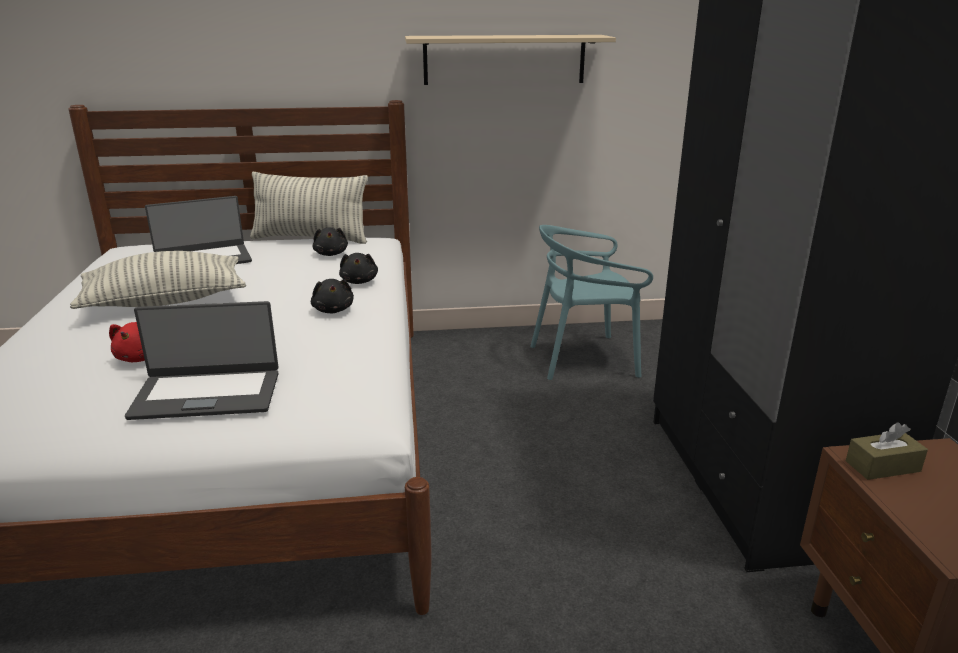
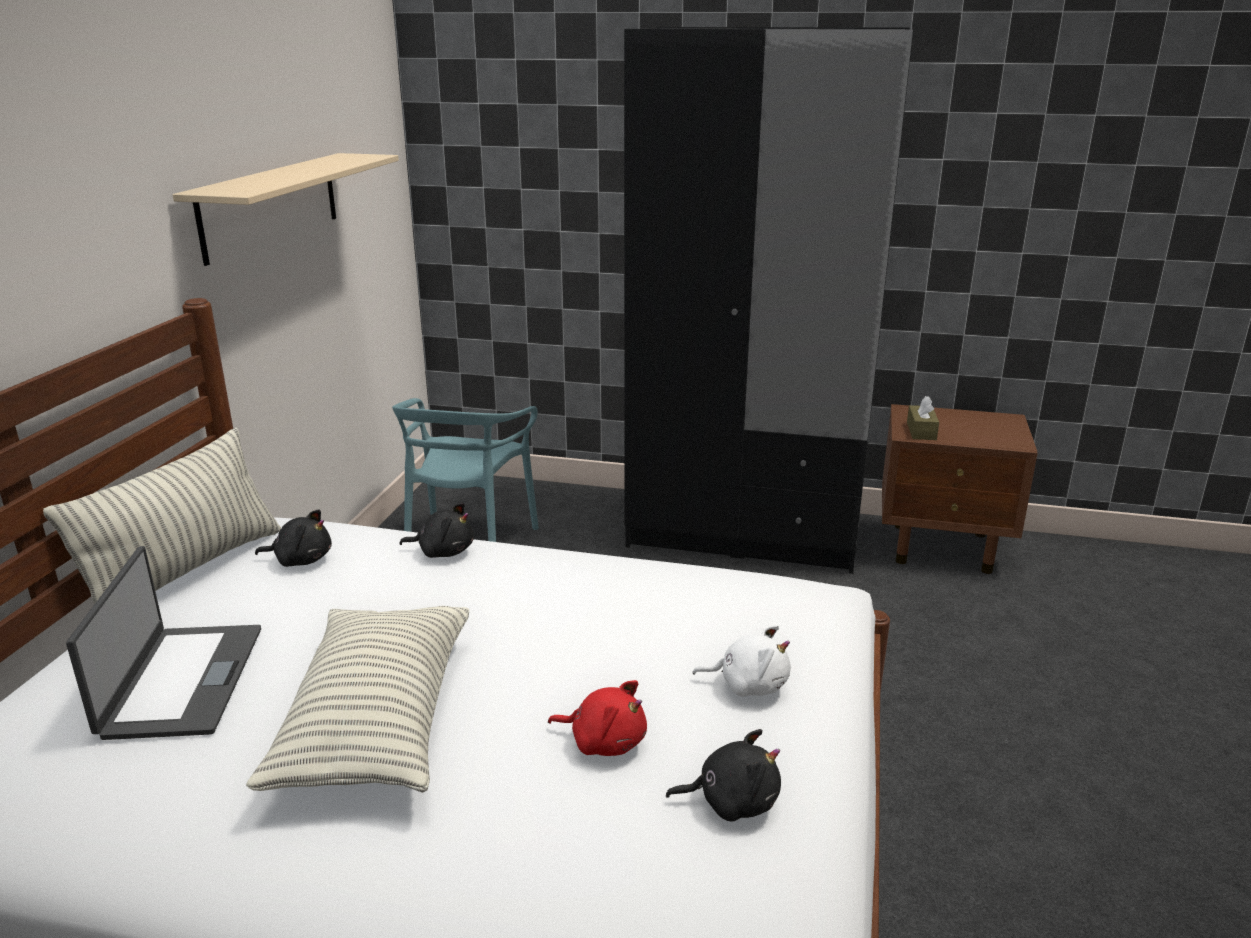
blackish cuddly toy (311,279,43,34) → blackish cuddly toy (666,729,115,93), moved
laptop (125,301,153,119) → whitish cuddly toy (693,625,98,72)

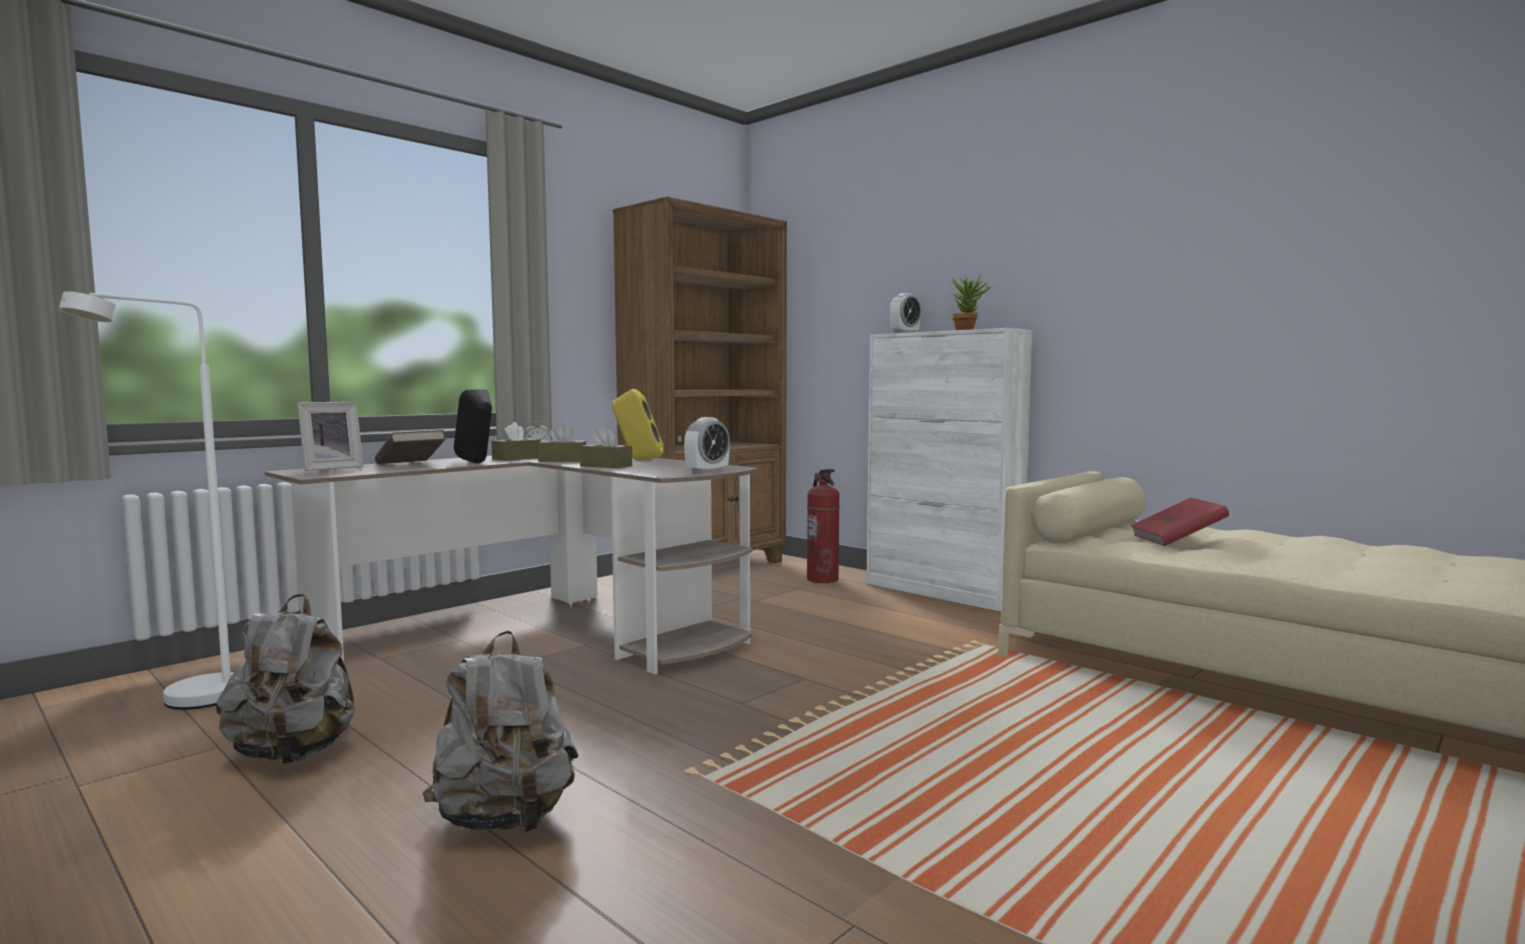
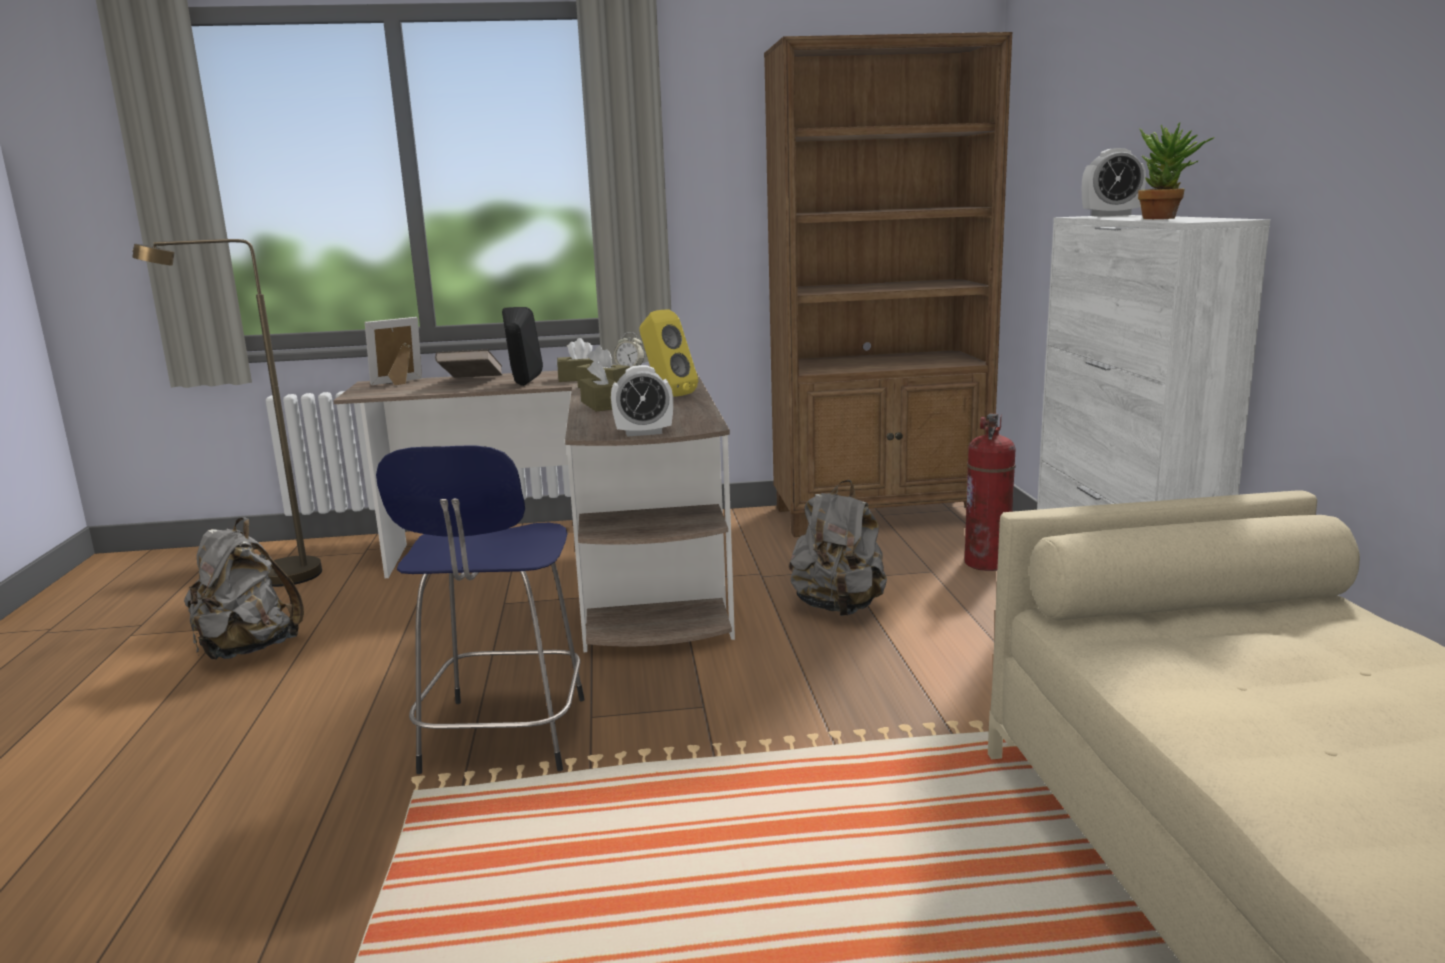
whitish floor lamp (59,291,175,419) → brownish floor lamp (132,239,190,348)
picture frame (297,402,67,69) → picture frame (365,317,57,68), 150 degrees clockwise
red volume (1131,497,98,49) → -
gray knapsack (422,630,156,202) → gray knapsack (789,480,98,136), moved
- → blue stool seat (376,445,209,329)

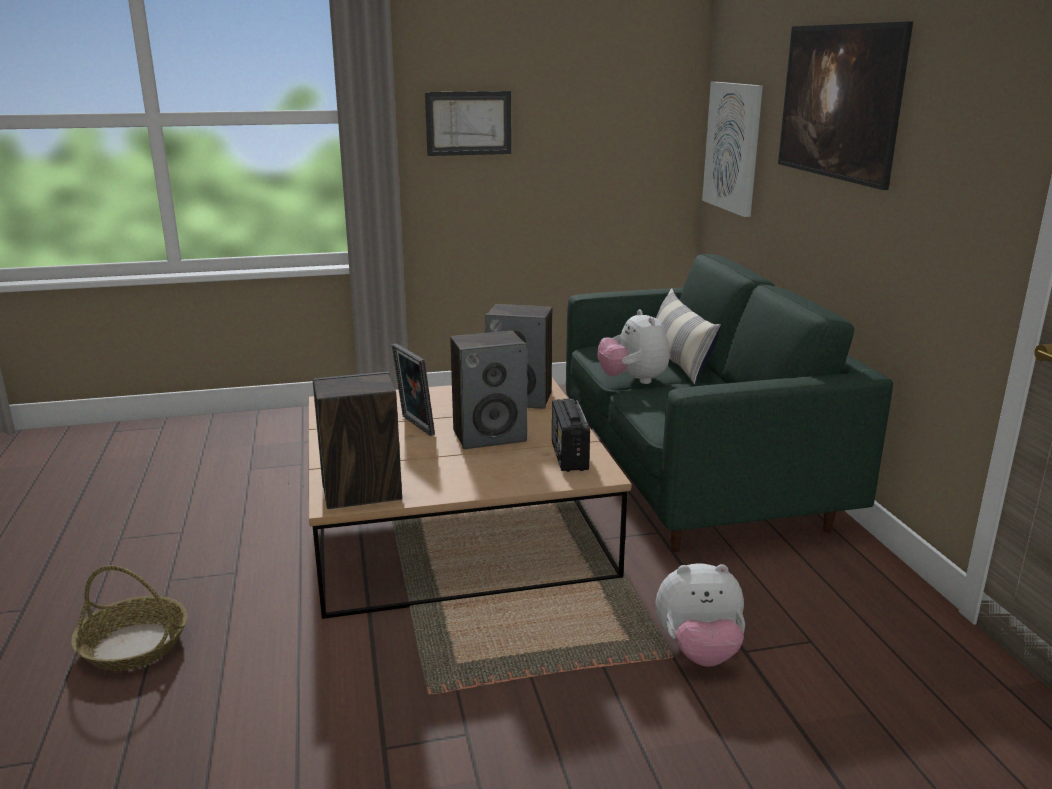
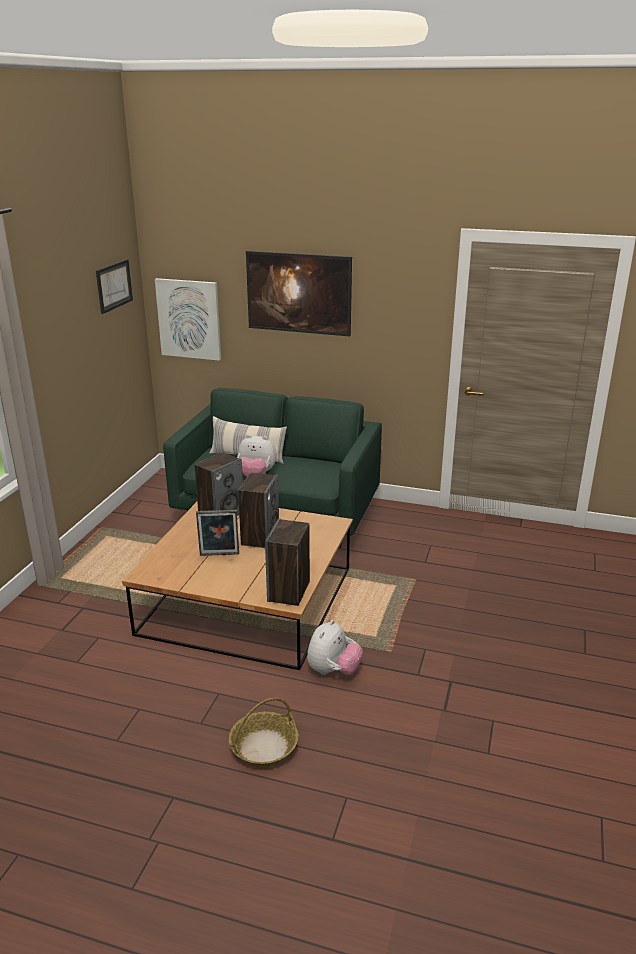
wall art (425,91,86,65) → wall art (96,259,37,55), moved
radio receiver (552,398,38,74) → -
cuddly toy (656,563,89,104) → cuddly toy (307,620,56,55), moved

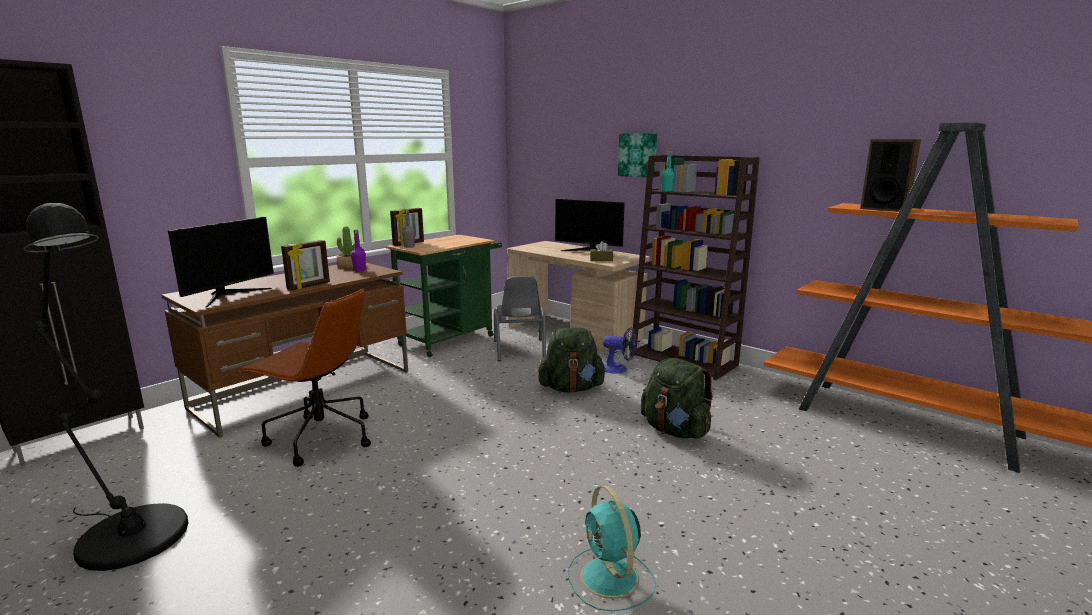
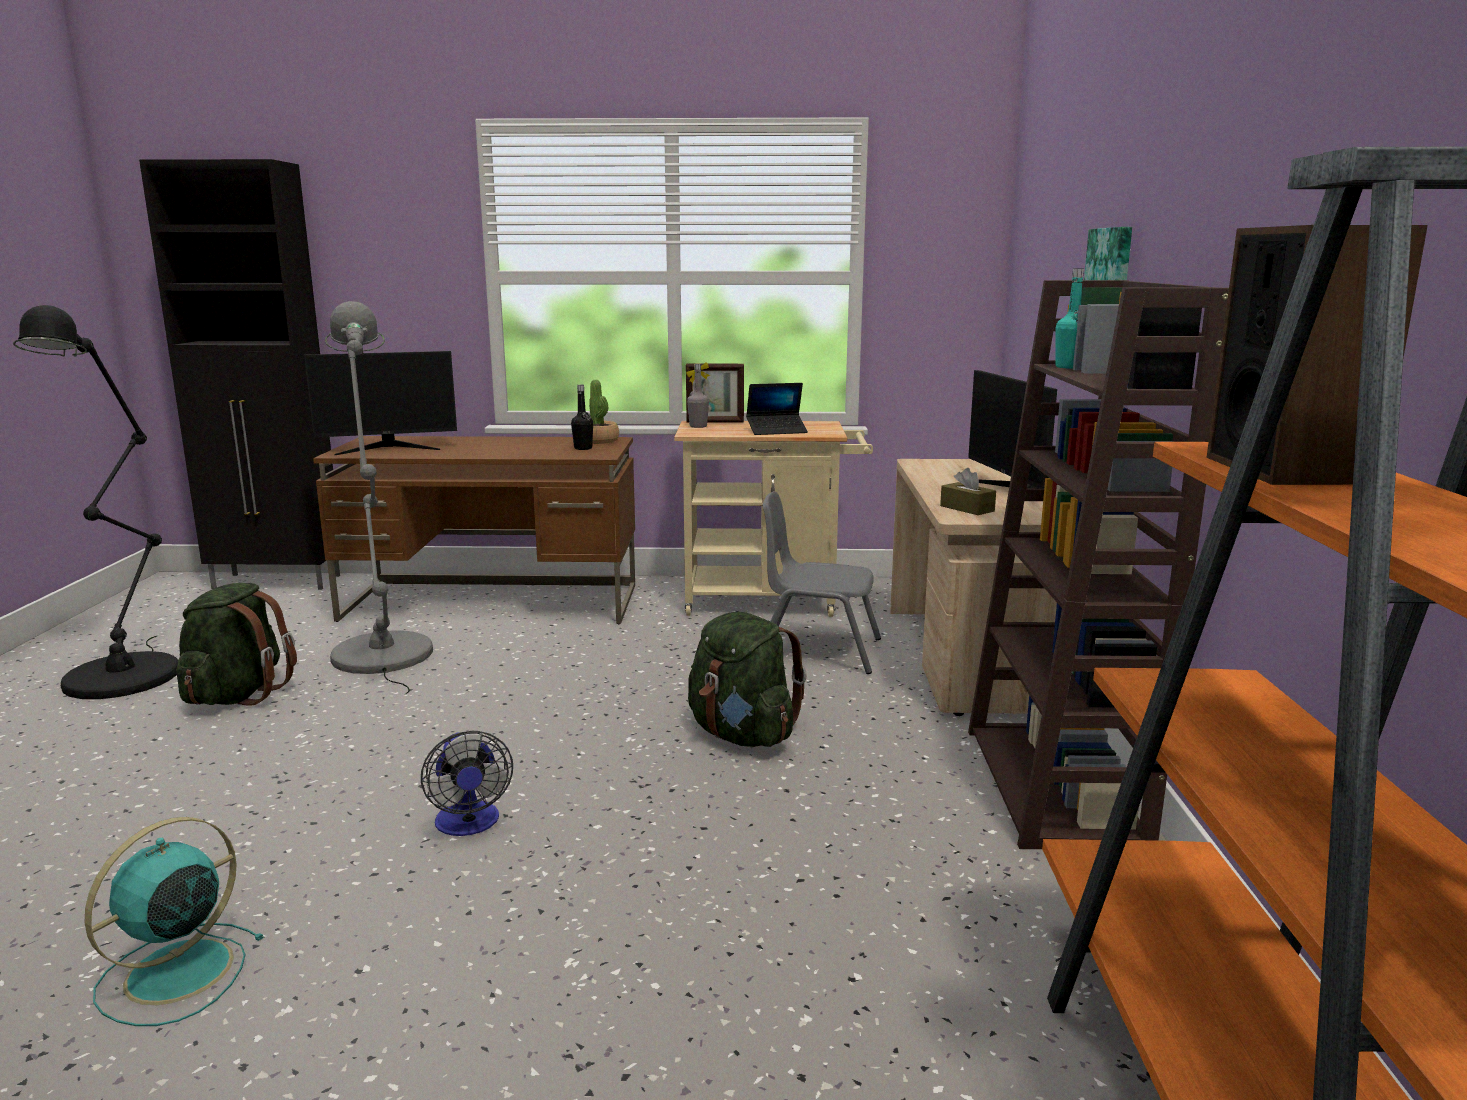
purple beverage bottle (351,230,15,42) → blackish beverage bottle (571,385,22,65)
green-coloured cart (386,235,116,122) → sand-coloured cart (674,421,199,196)
picture frame (281,240,49,50) → -
gray plain chair (494,276,52,85) → gray plain chair (763,491,118,183), 60 degrees clockwise
brownish office chair (238,288,133,179) → gray floor lamp (325,301,108,394)
cooling fan (603,327,33,47) → cooling fan (421,731,92,105), moved
green-coloured knapsack (640,358,73,81) → green-coloured knapsack (176,583,121,123), moved
- → laptop (746,383,62,52)

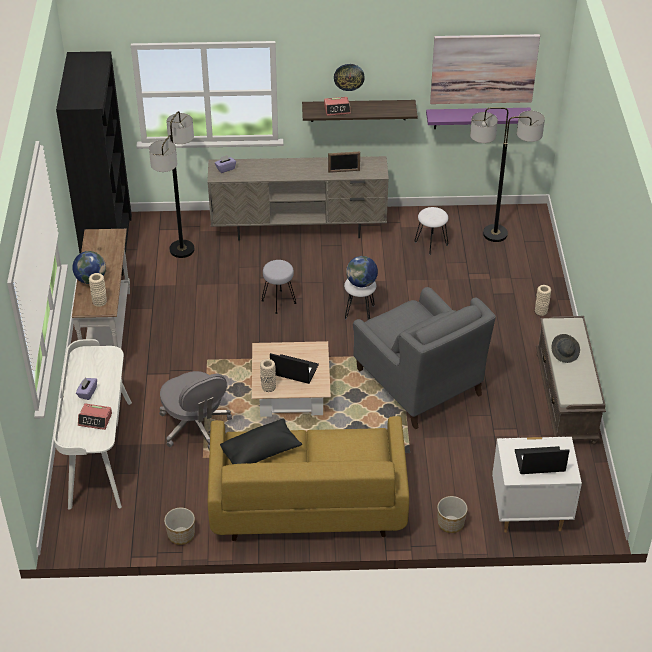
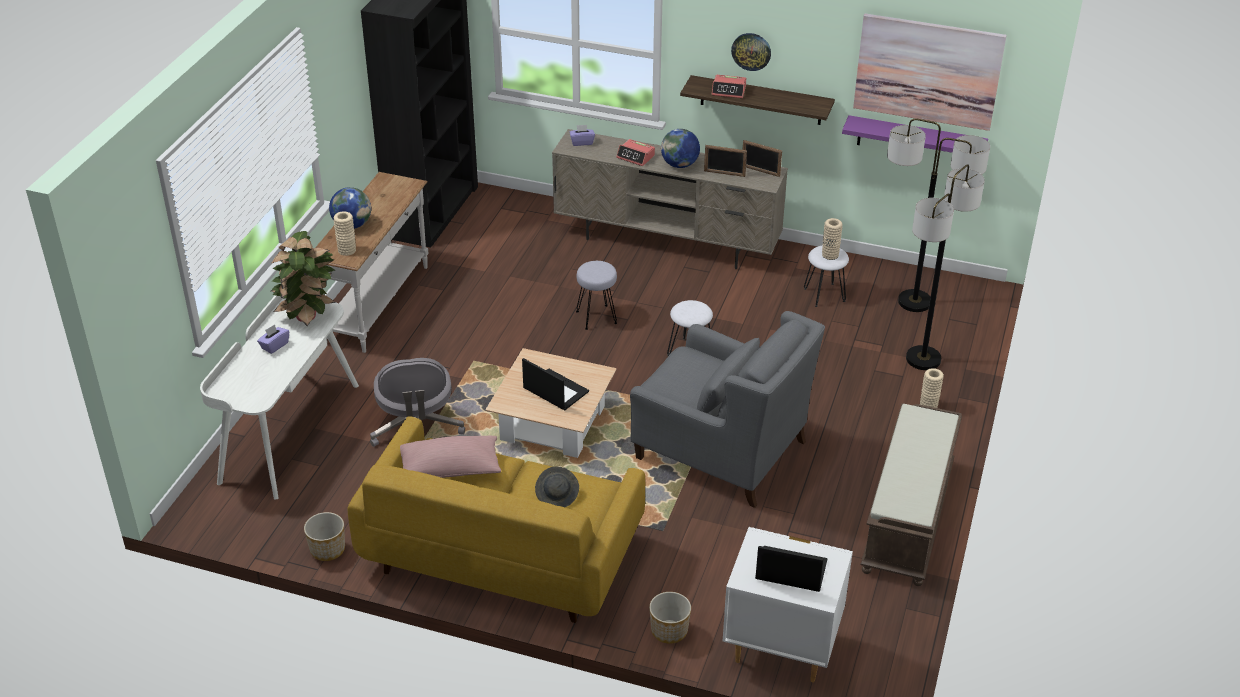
floor lamp (149,111,46,147) → floor lamp (906,164,79,206), moved
desk globe (346,256,32,31) → desk globe (661,129,39,39), moved
gray easy chair (353,287,143,142) → gray easy chair (630,311,195,197), 45 degrees counterclockwise
gray hat (551,334,29,29) → gray hat (535,466,44,41), moved
sand-coloured flower vase (260,359,16,33) → sand-coloured flower vase (822,218,20,42), moved
bedside clock (78,403,34,27) → bedside clock (616,139,39,27), moved
blackish throw pillow (220,419,82,45) → pink-coloured throw pillow (400,436,101,42)
- → picture frame (743,140,39,37)
- → plant in a pot (271,231,65,95)

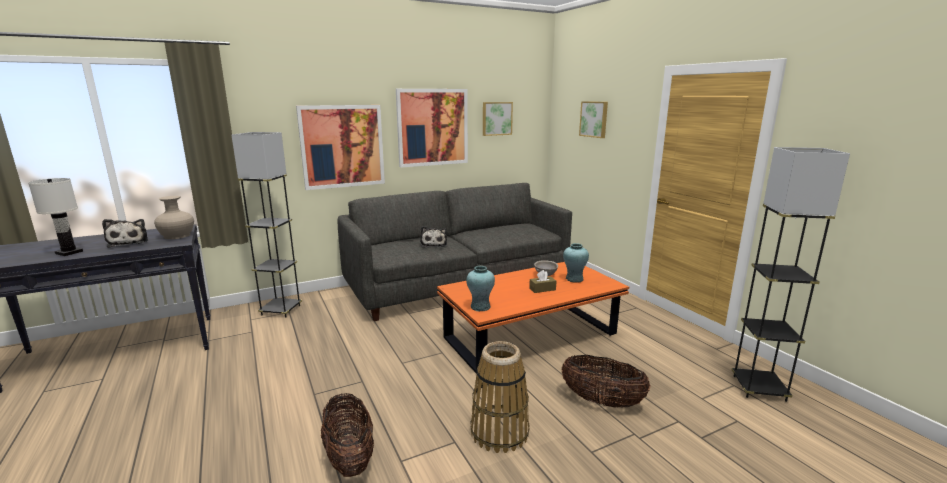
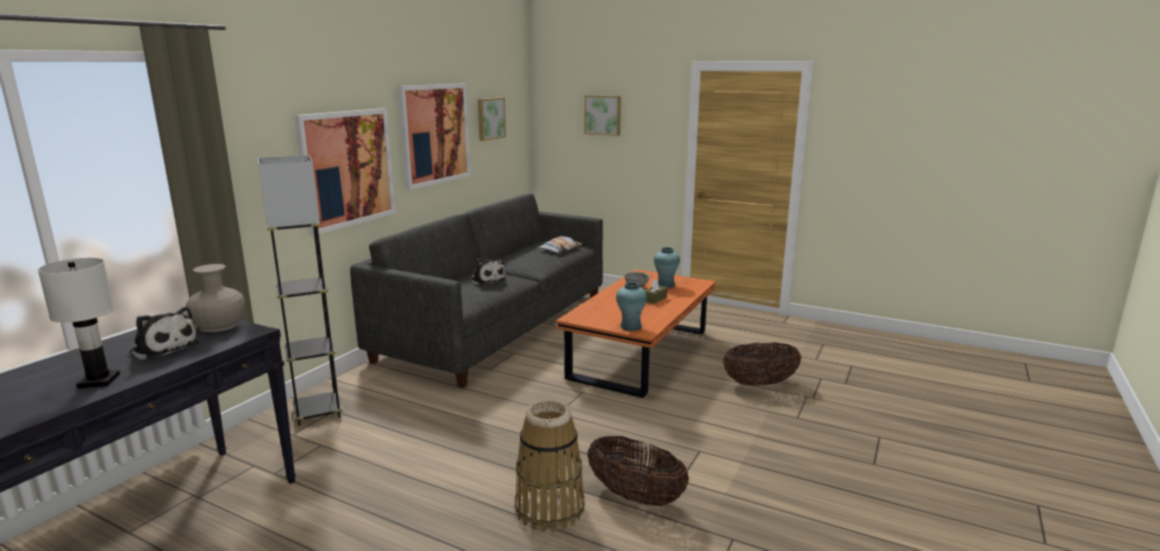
gray floor lamp (732,147,118,255) → -
storage basket (470,341,60,112) → storage basket (515,400,70,132), moved
- → throw pillow (539,236,43,17)

